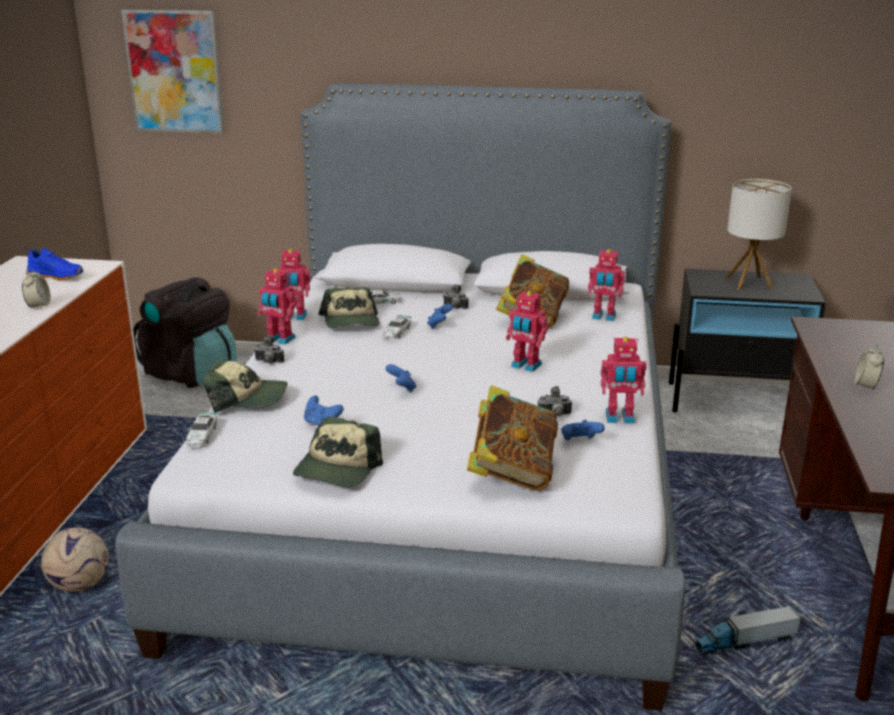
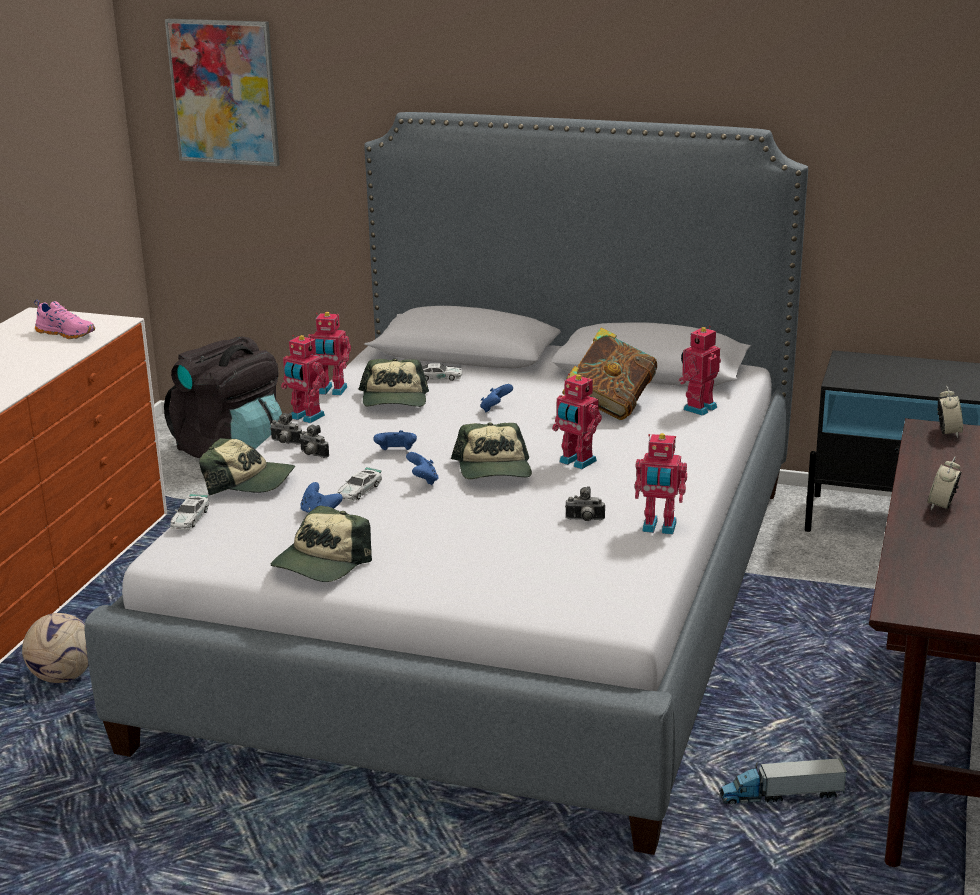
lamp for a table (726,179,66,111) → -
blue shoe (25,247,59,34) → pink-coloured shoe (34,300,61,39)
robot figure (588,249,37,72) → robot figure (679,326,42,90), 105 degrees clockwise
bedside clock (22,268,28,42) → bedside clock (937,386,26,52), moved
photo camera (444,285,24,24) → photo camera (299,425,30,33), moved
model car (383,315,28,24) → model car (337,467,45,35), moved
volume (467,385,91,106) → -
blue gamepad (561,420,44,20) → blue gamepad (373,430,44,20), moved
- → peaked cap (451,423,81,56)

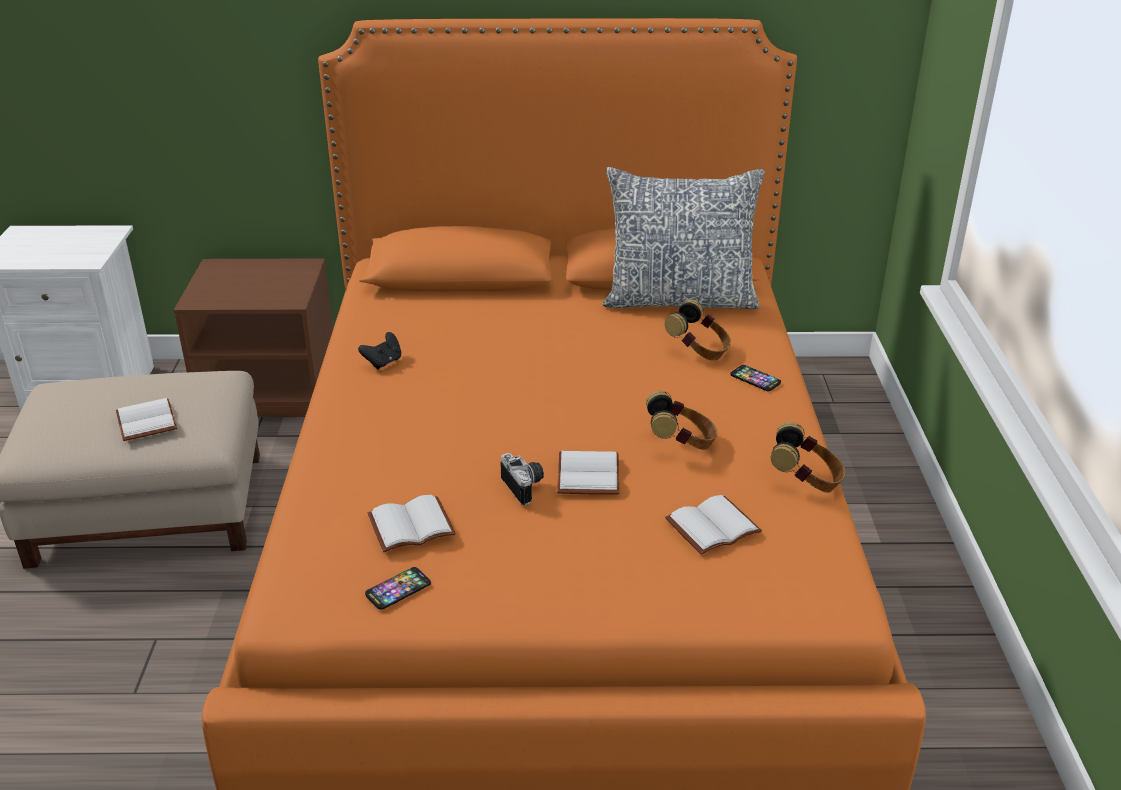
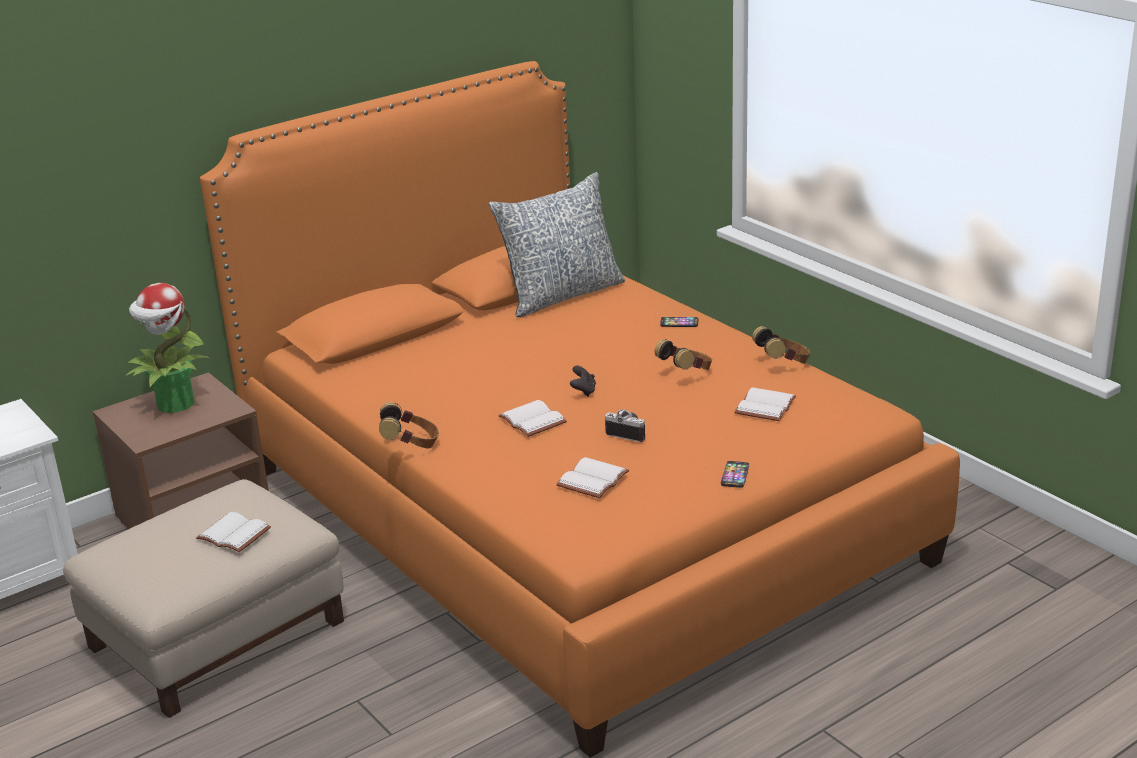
headphones (665,300,66,60) → headphones (379,402,60,46), moved
blackish gamepad (358,332,43,37) → blackish gamepad (570,366,26,31), moved
whitish volume (557,451,62,44) → whitish volume (498,400,69,37), moved
phone (365,567,66,43) → phone (721,461,28,27), moved
- → plant in a pot (126,283,83,130)

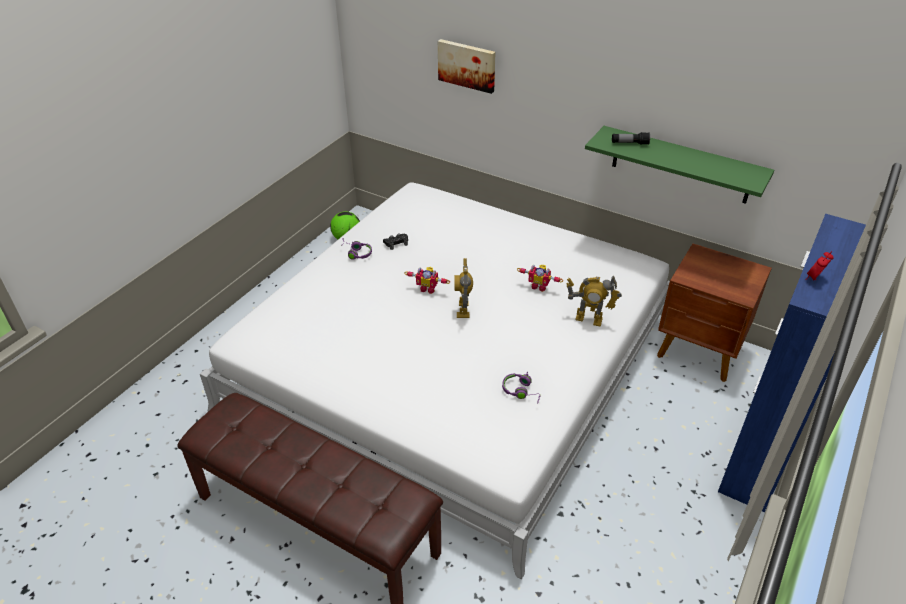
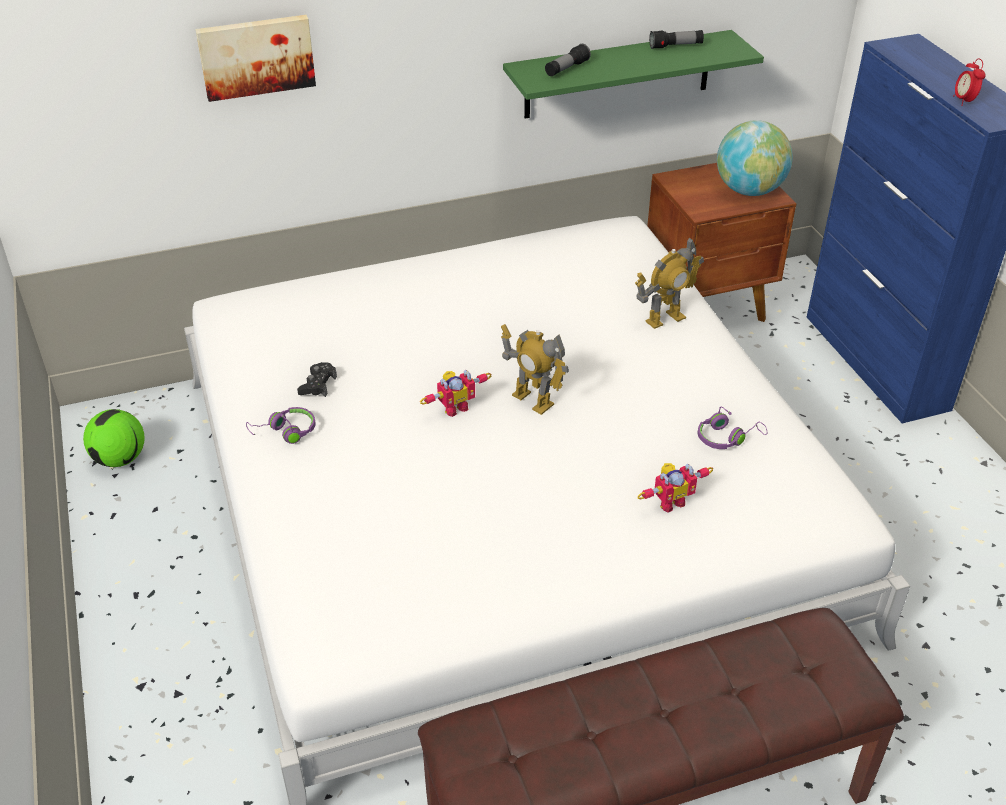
robot figure (517,265,46,26) → robot figure (638,463,76,50), moved
- → hand torch (649,30,55,19)
- → desk globe (717,120,76,76)

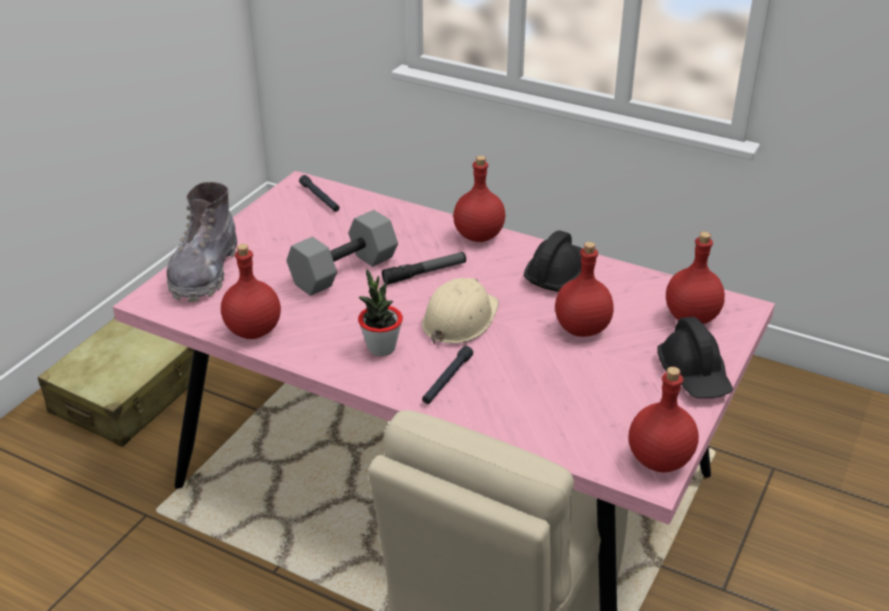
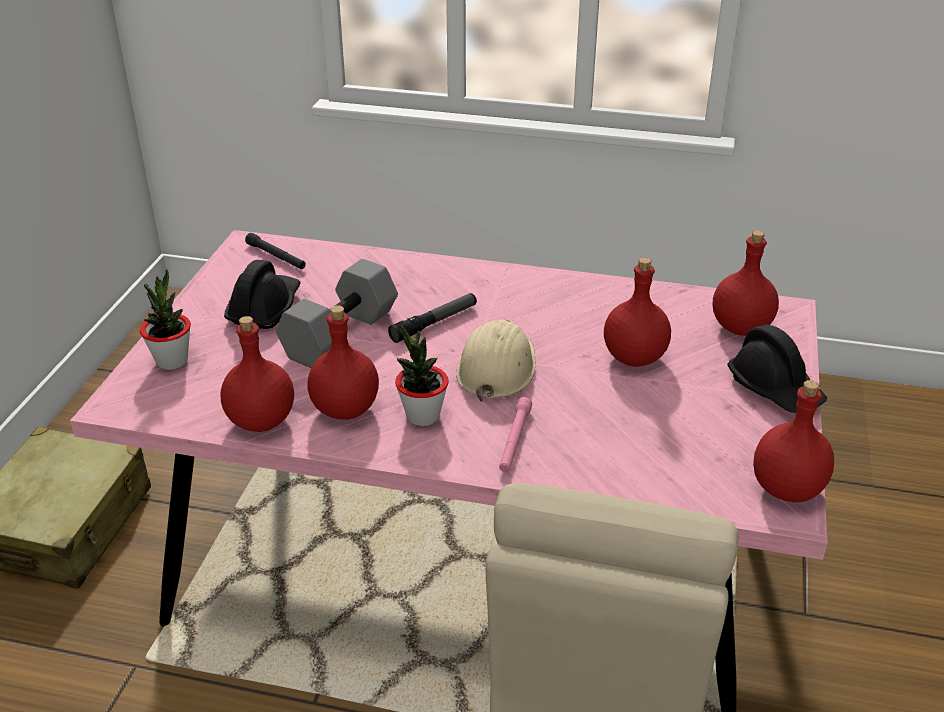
red beverage bottle (453,156,52,86) → red beverage bottle (308,305,71,115), moved
gray boot (167,182,70,120) → plant in a pot (140,269,51,101)
blackish hard hat (524,230,59,62) → blackish hard hat (224,260,77,69), moved
blackish hand torch (422,346,51,58) → pink-coloured hand torch (499,397,33,75)

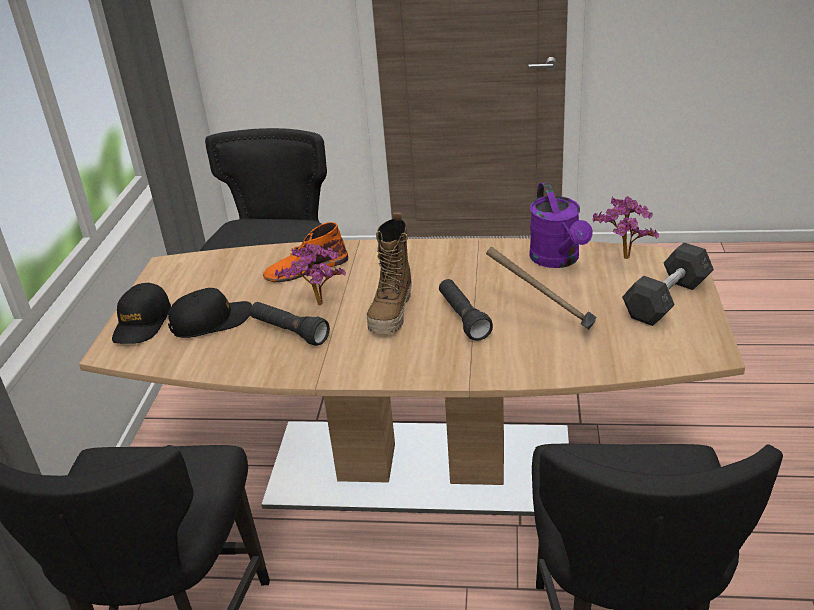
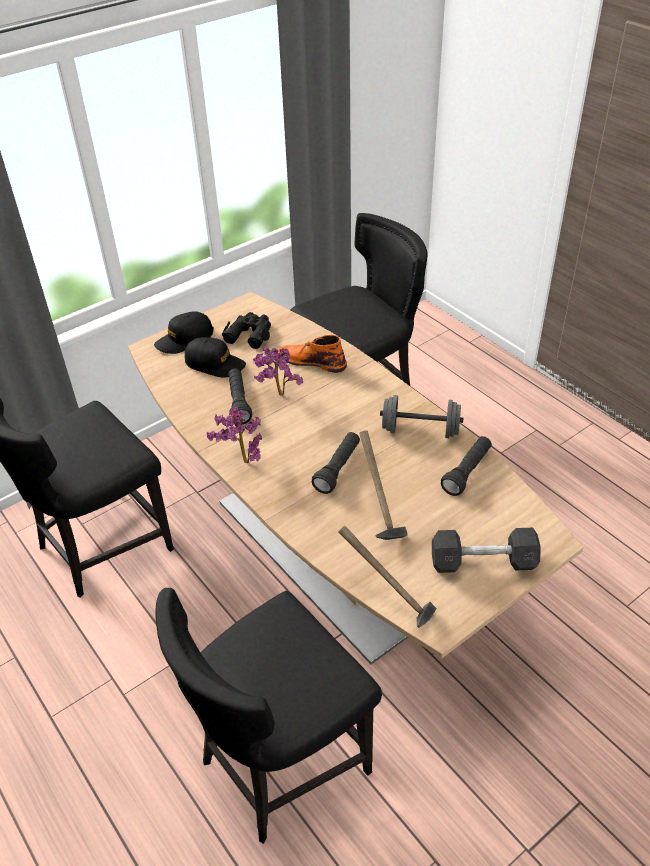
purple watering can (529,182,64,86) → blackish hand torch (441,436,51,60)
plant in a pot (592,196,67,63) → plant in a pot (207,406,55,57), moved
boot (367,213,45,121) → -
- → blackish binoculars (222,312,49,37)
- → gray dumbbell (380,395,83,43)
- → tool hammer (338,526,99,102)

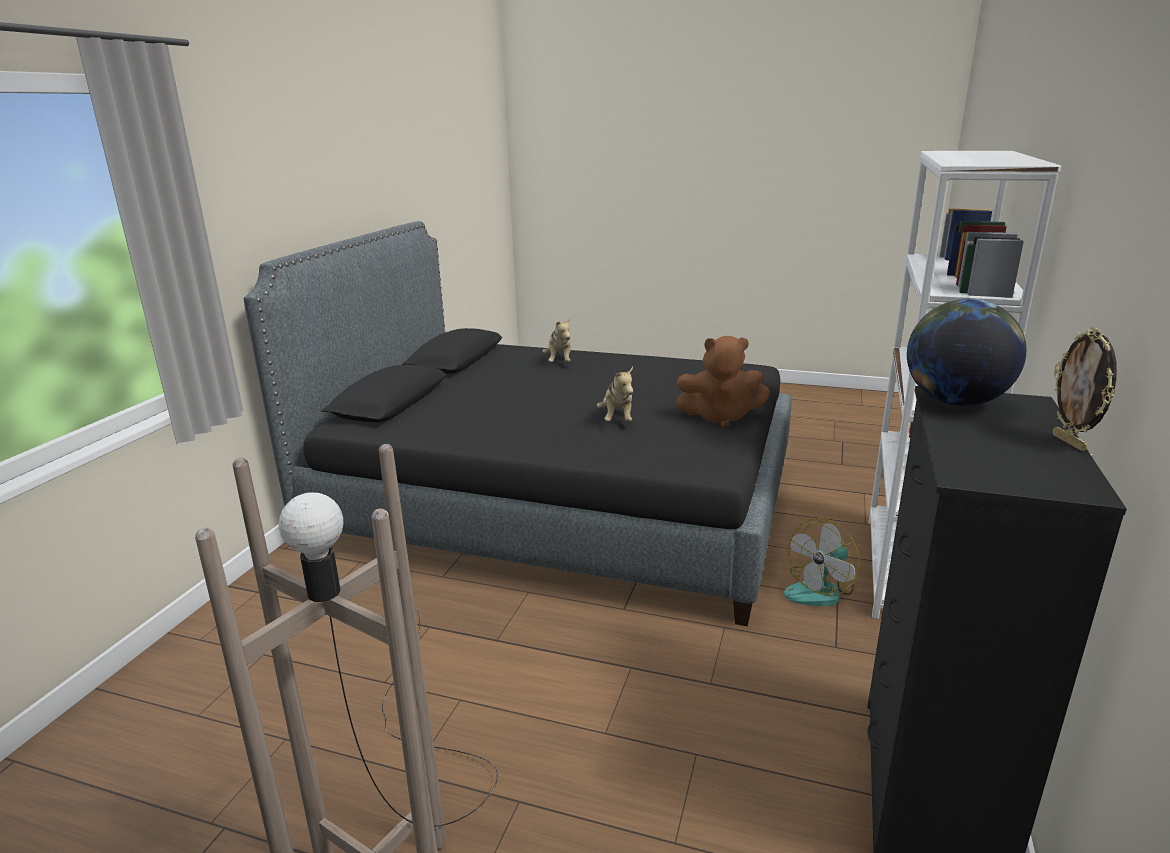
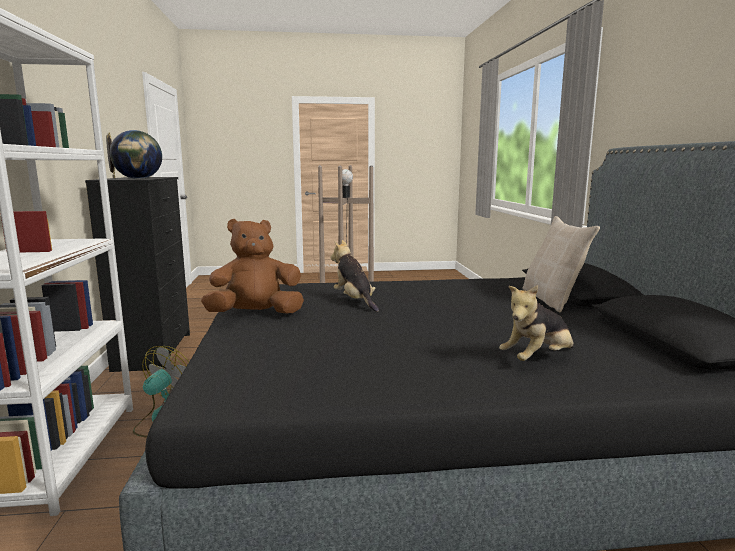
cuddly toy (542,317,29,45) → cuddly toy (499,285,75,76), 90 degrees counterclockwise
- → sand-coloured throw pillow (522,216,78,96)

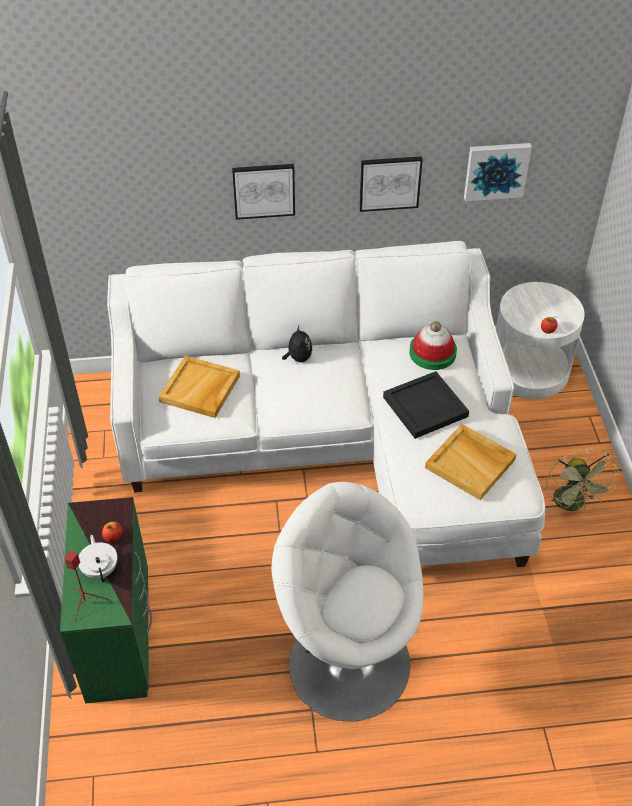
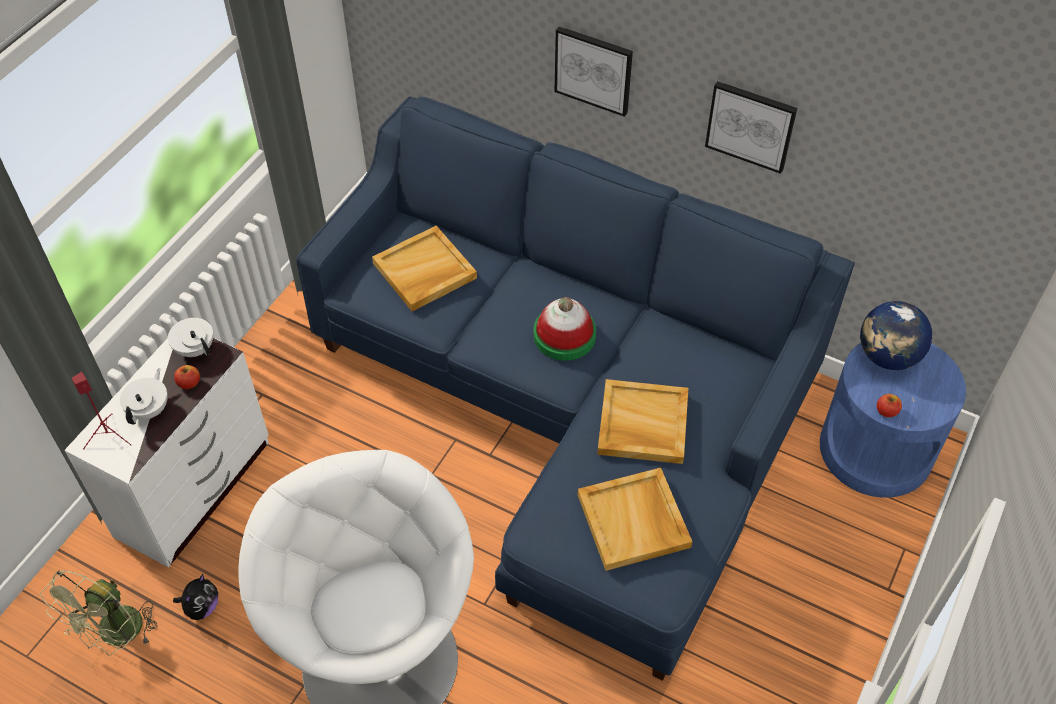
wall art (464,143,68,58) → -
whitish sofa (107,241,438,326) → blue sofa (296,97,559,584)
whitish side table (496,282,89,117) → blue side table (820,343,146,155)
hat (409,321,48,49) → hat (533,297,63,64), moved
cuddly toy (282,325,30,37) → cuddly toy (173,574,45,46), moved
blackish tray (383,371,86,68) → sand-coloured tray (597,379,91,85)
green-coloured cooling fan (546,448,73,65) → green-coloured cooling fan (41,570,116,86), moved
green-coloured dresser (60,497,92,206) → whitish dresser (64,338,205,230)
- → desk globe (860,301,72,69)
- → whitish tea pot (168,316,45,41)

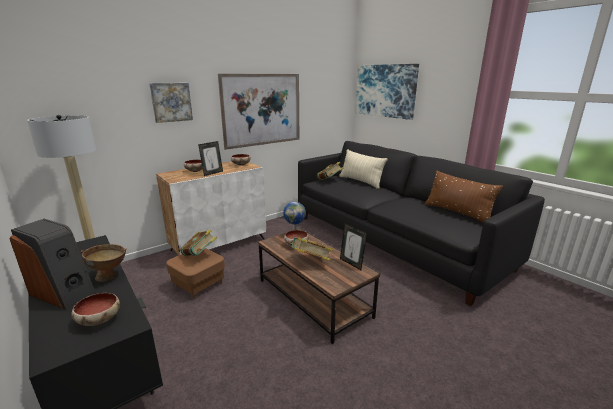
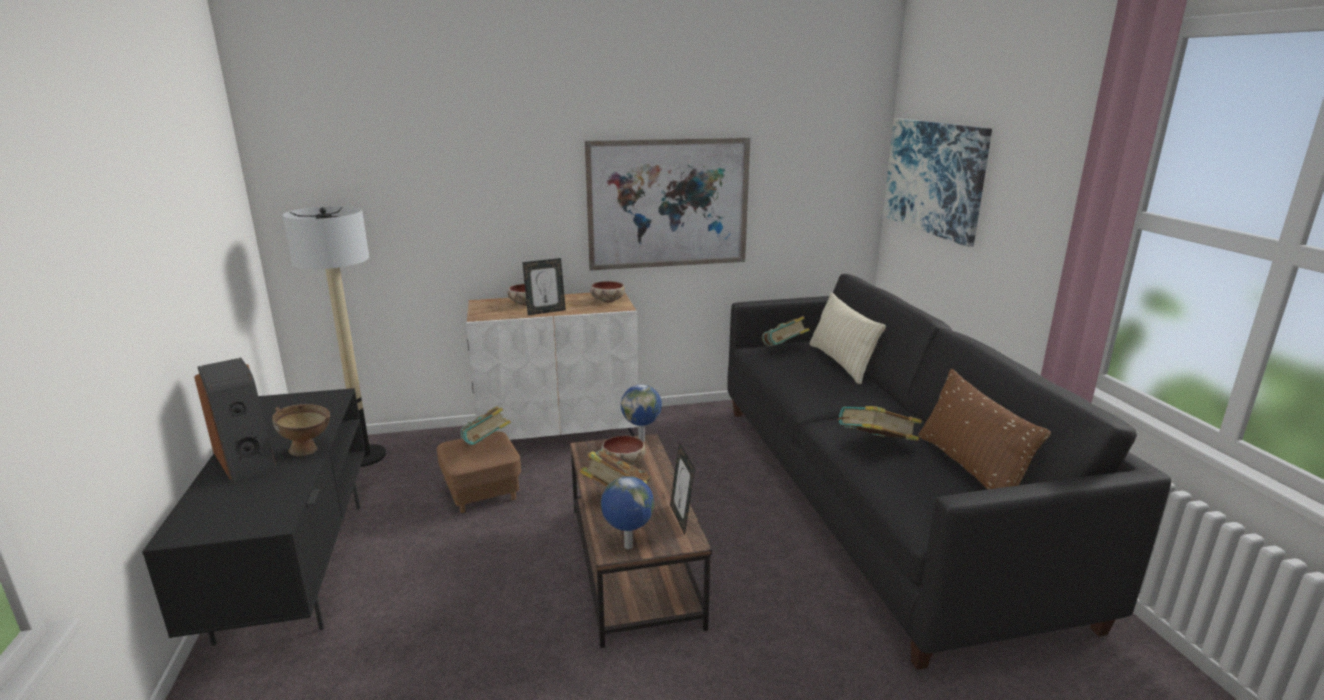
wall art (149,83,44,40) → -
bowl (71,293,49,33) → -
- → volume (838,406,84,35)
- → desk globe (601,476,53,73)

